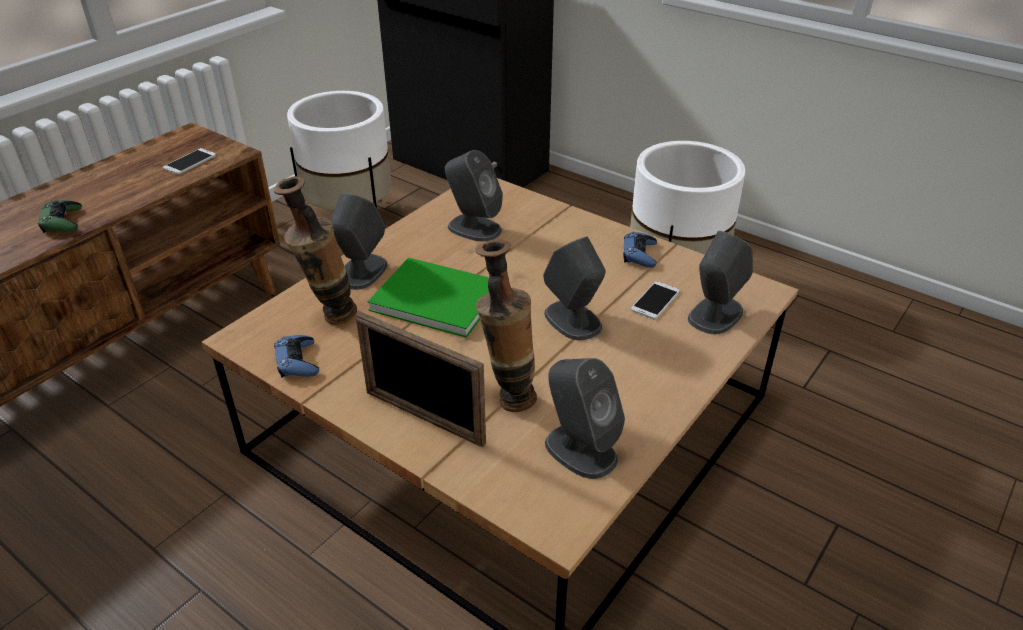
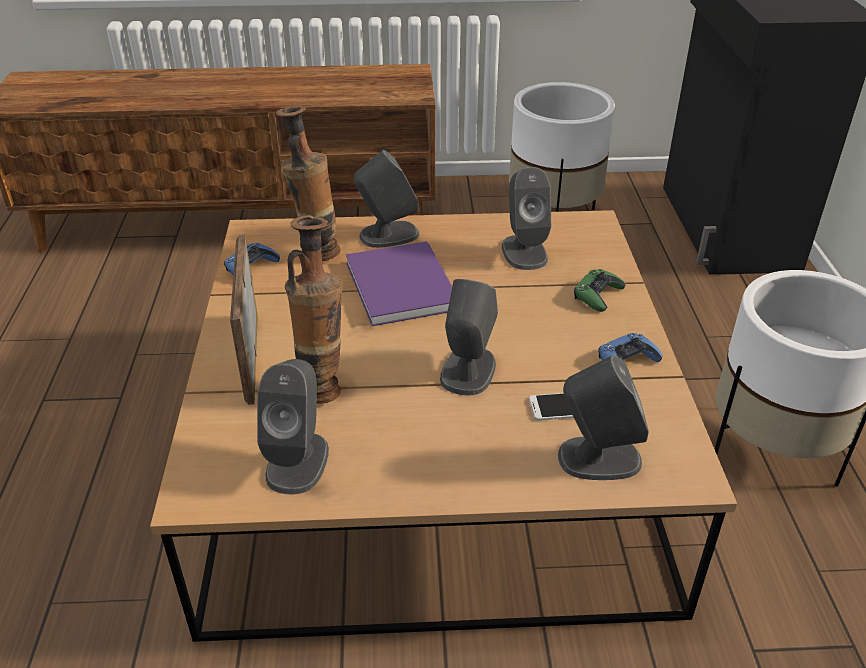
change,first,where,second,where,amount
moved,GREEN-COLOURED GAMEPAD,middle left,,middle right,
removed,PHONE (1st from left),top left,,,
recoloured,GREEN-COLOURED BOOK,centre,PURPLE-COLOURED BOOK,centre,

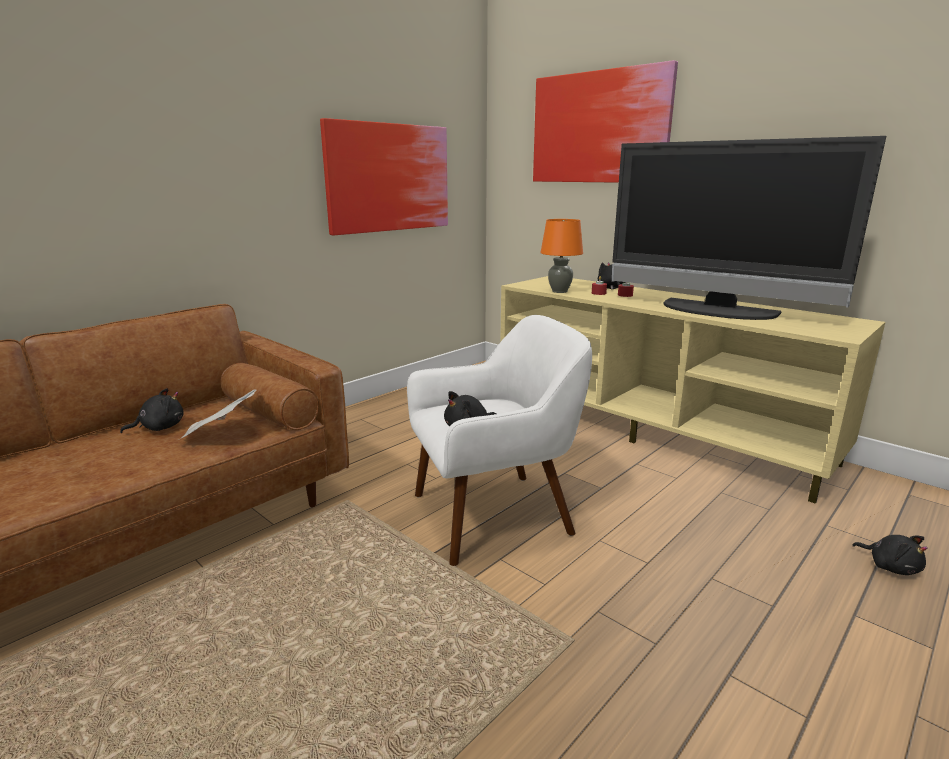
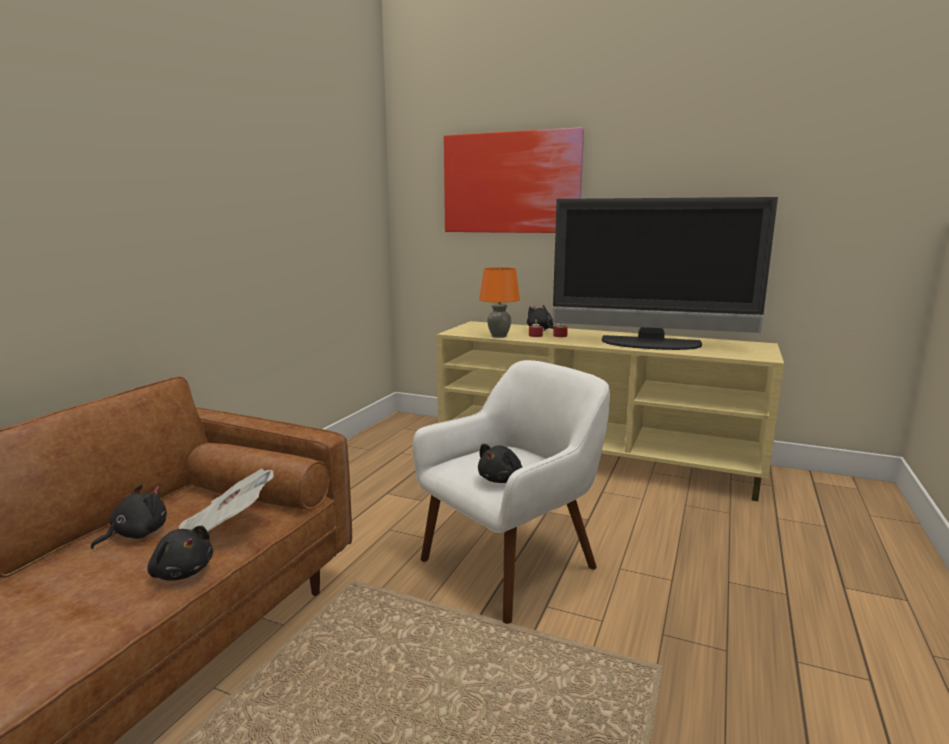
change,first,where,second,where,amount
removed,PICTURE (1st from left),top centre,,,
moved,BLACK SOFT TOY (4th from left in the first image),bottom right,BLACK SOFT TOY (2nd from left),bottom left,

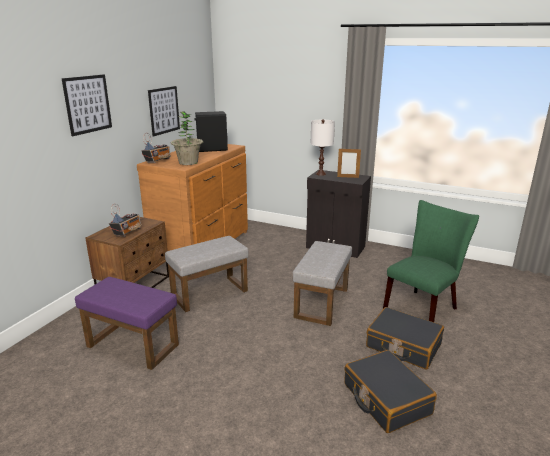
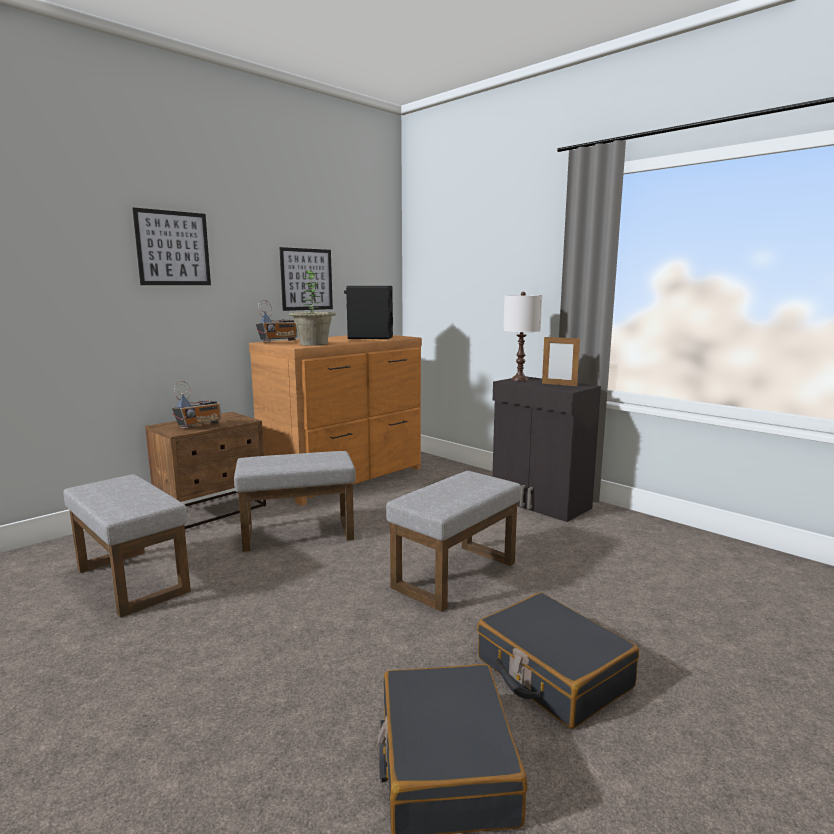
change,first,where,second,where,amount
recoloured,PURPLE-COLOURED FOOTREST,bottom left,GREYISH FOOTREST (1st from left),middle left,
removed,GREEN-COLOURED CHAIR,middle right,,,

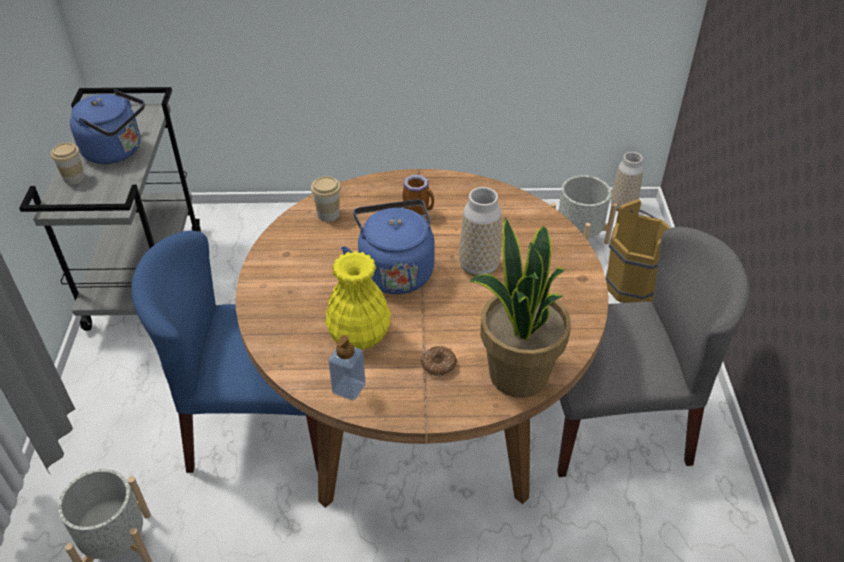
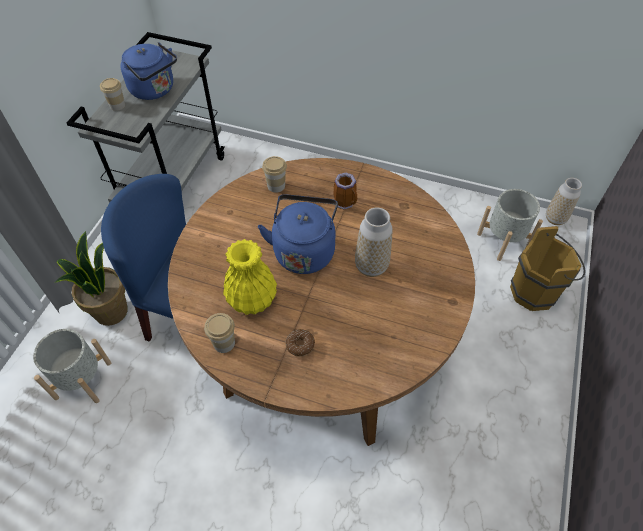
change,first,where,second,where,amount
replaced,SOAP BOTTLE,centre,DRINKING CUP (2nd from left),centre,
moved,PLANT IN A POT,centre,,middle left,
removed,GREYISH CHAIR,middle right,,,

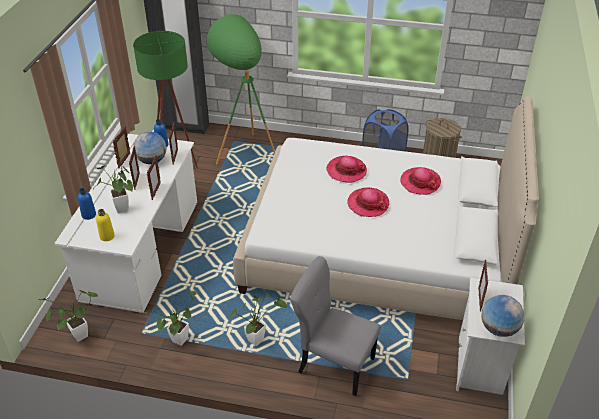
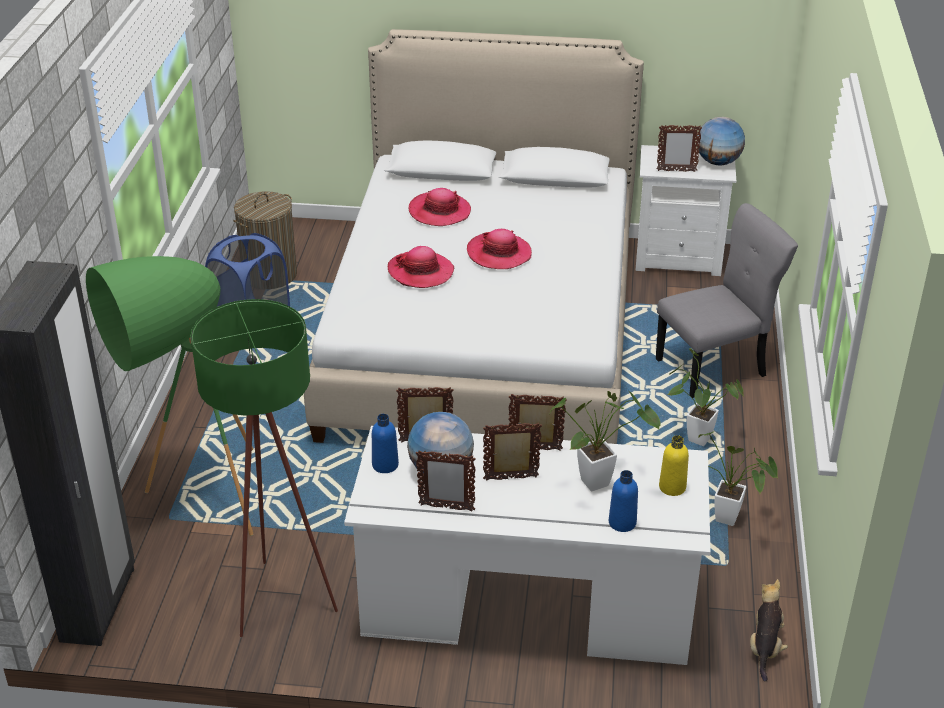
change,first,where,second,where,amount
replaced,PLANT IN A POT (1st from left),bottom left,SOFT TOY,bottom right,
turned,GREYISH CHAIR,bottom centre,,middle right,135 degrees counterclockwise

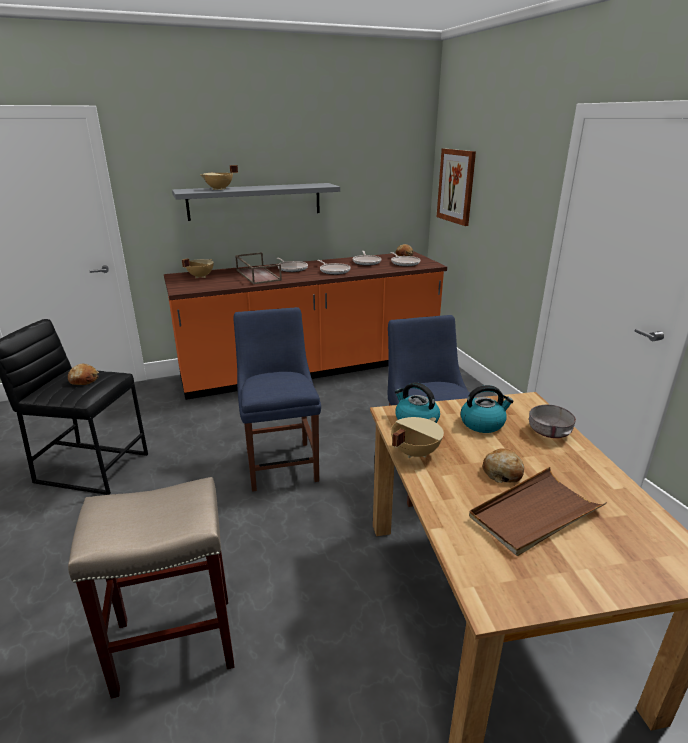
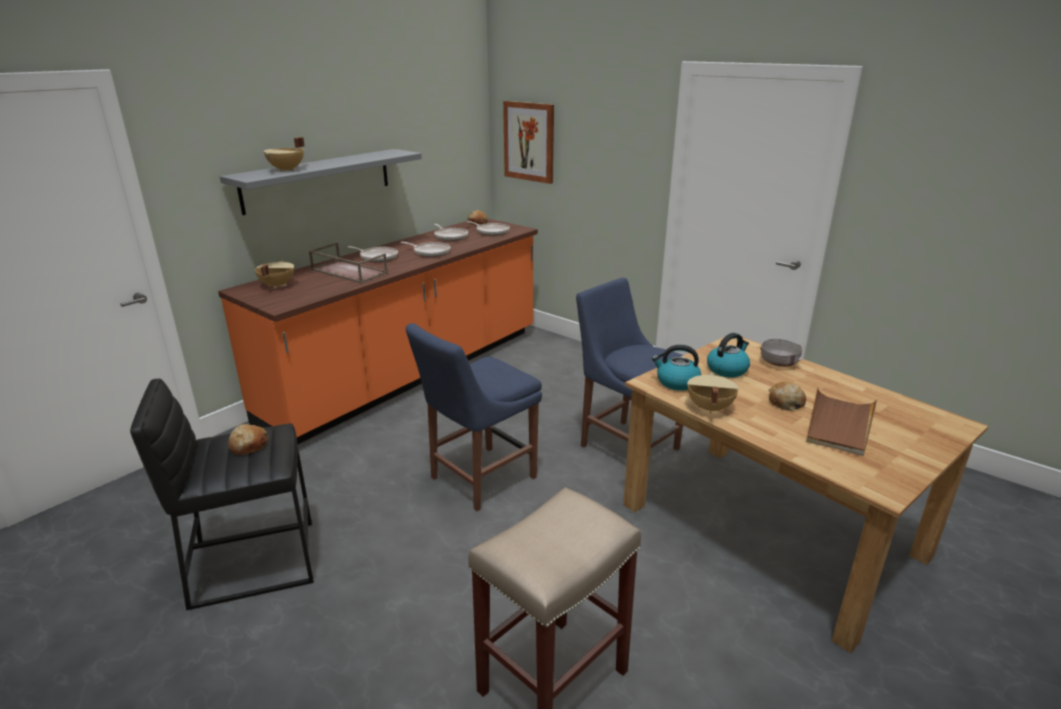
change,first,where,second,where,amount
turned,BLUISH CHAIR (1st from left),centre,,centre,90 degrees counterclockwise

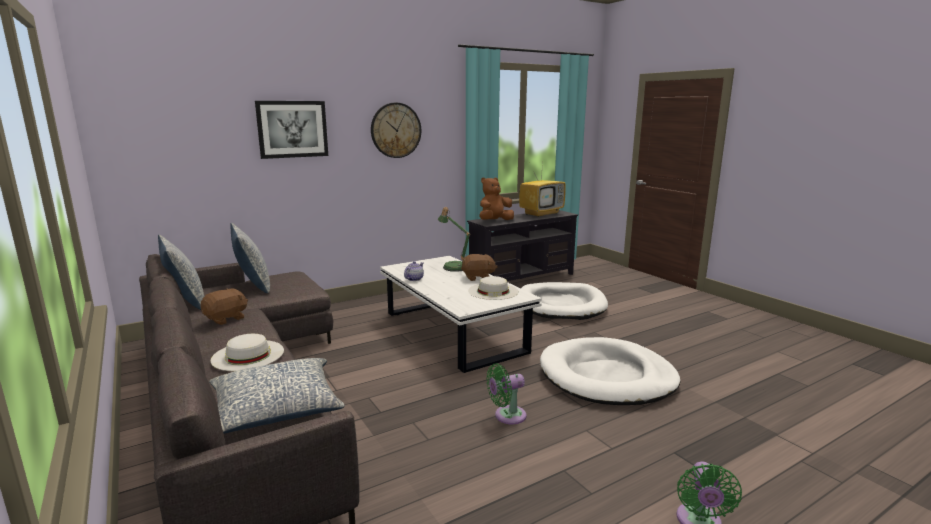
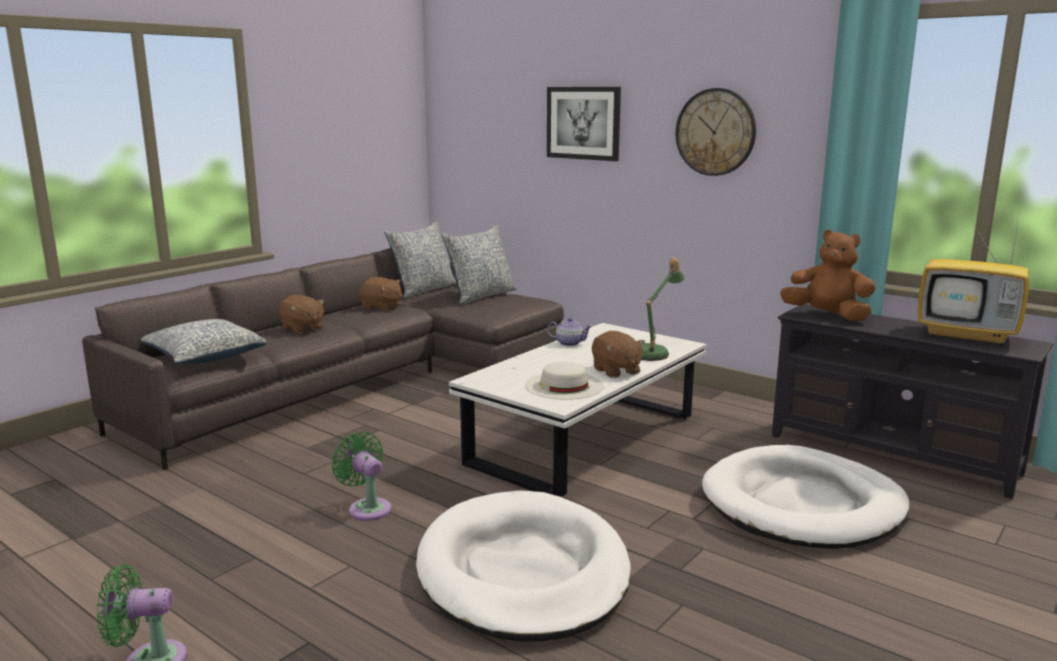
change,first,where,second,where,amount
replaced,WHITE WEARABLE HAT (1st from left),bottom left,BROWNISH SOFT TOY (1st from left),middle left,

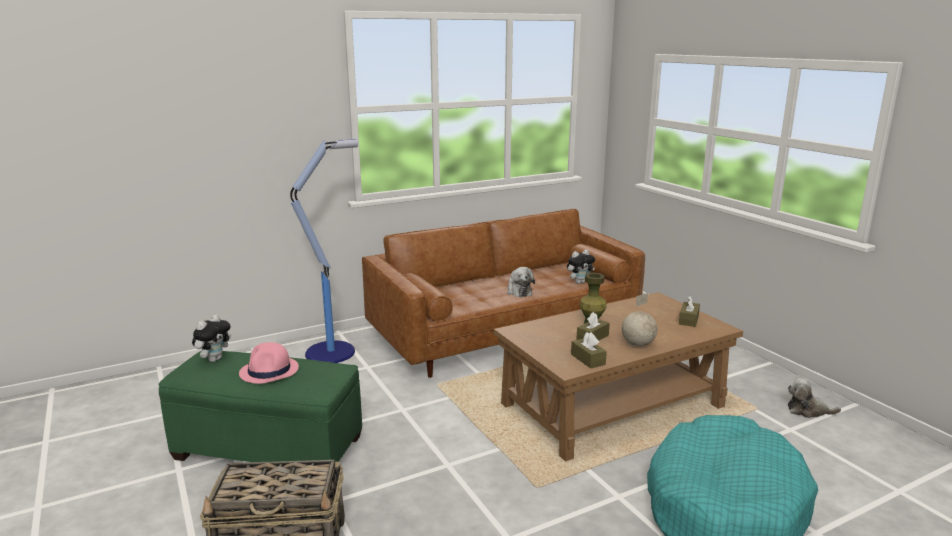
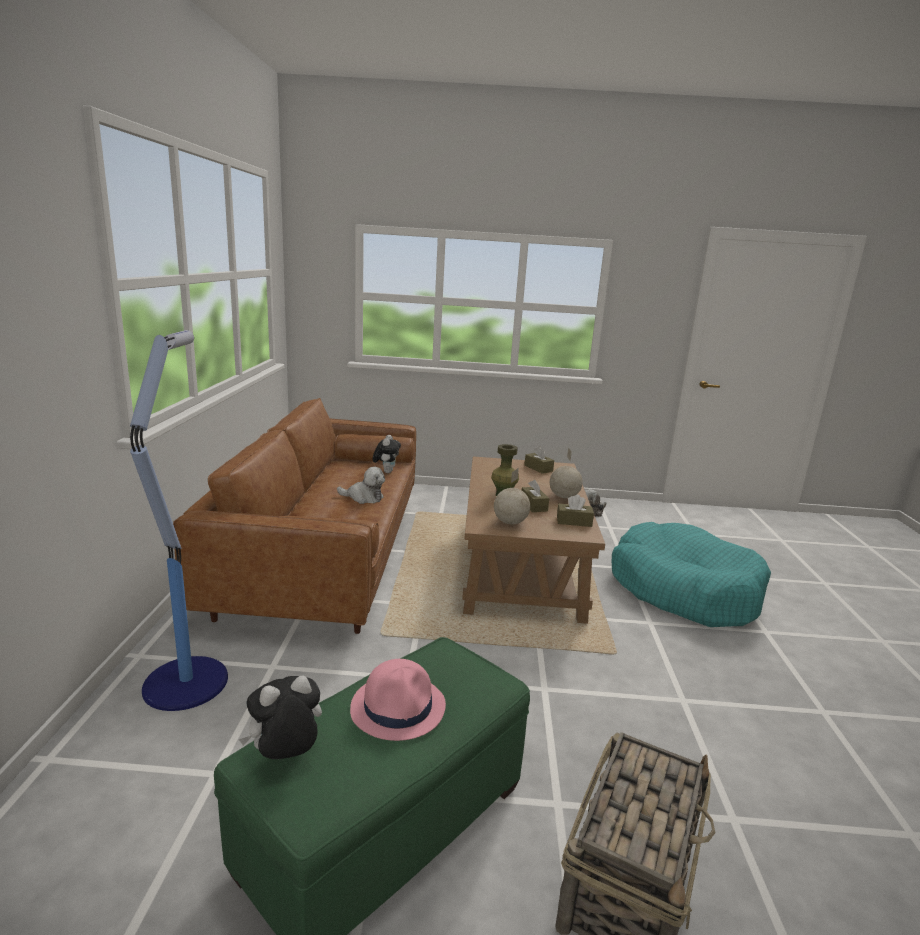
change,first,where,second,where,amount
turned,SOFT TOY (1st from left),middle left,,bottom left,90 degrees counterclockwise
added,,,DESK GLOBE (1st from left),centre,

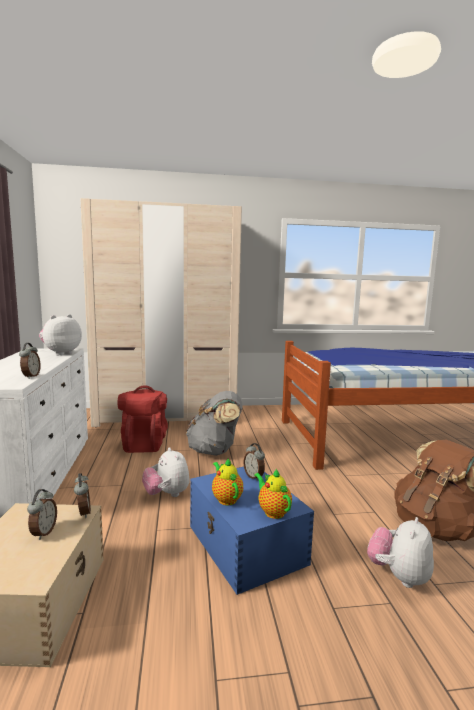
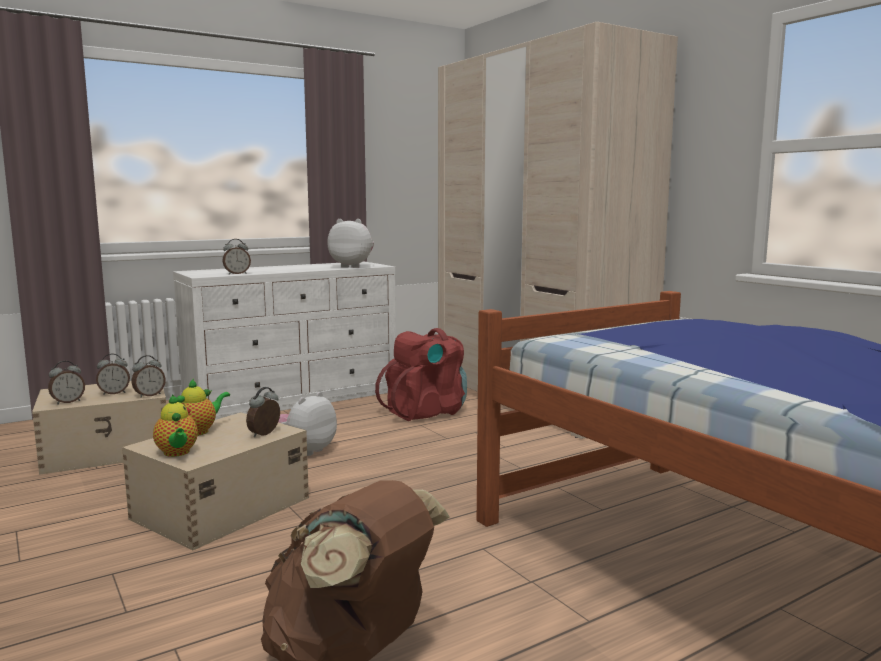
change,first,where,second,where,amount
removed,GREYISH RUCKSACK,centre,,,
recoloured,BLUISH STORAGE BOX,bottom centre,SAND-COLOURED STORAGE BOX (2nd from left),bottom left,
turned,TEAPOT (2nd from left in the first image),bottom centre,TEAPOT (1st from left),middle left,120 degrees clockwise
removed,SOFT TOY (3rd from left),bottom right,,,
added,,,TABLE CLOCK (1st from left),middle left,

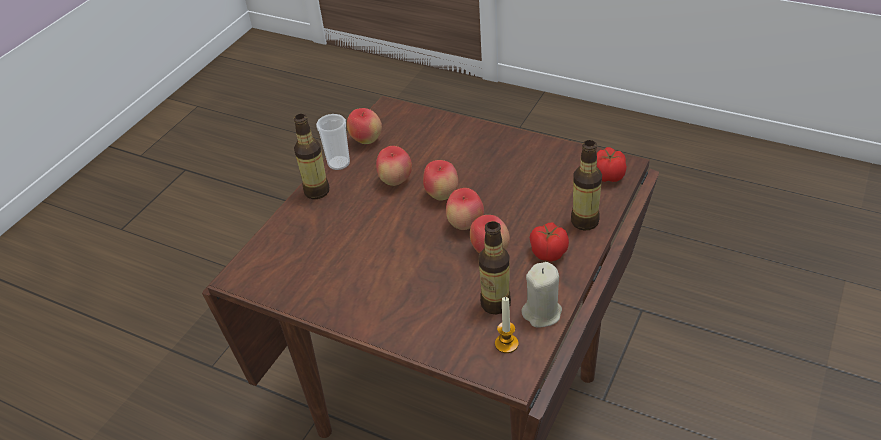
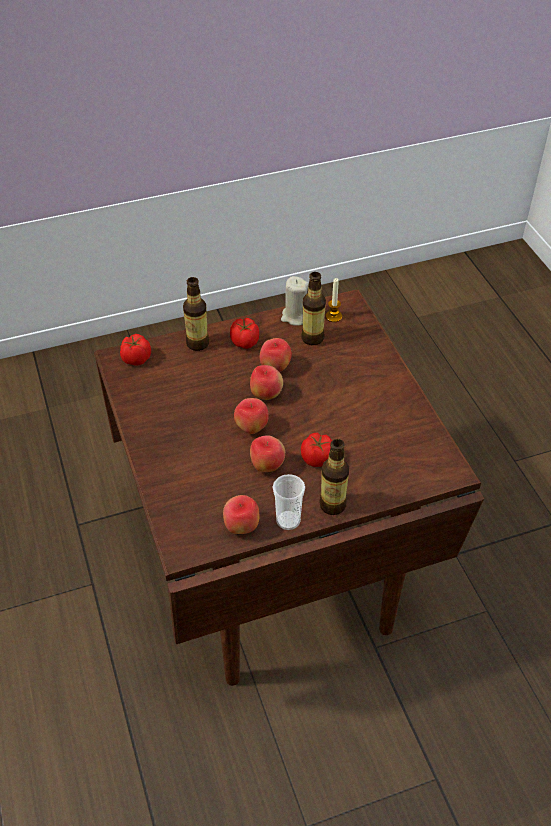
change,first,where,second,where,amount
added,,,FRESH TOMATO (3rd from left),centre,

